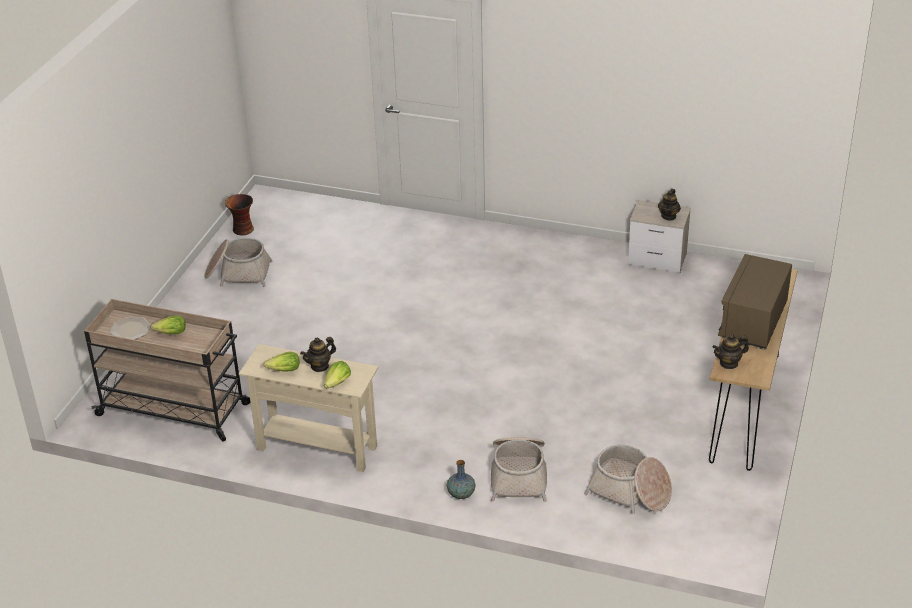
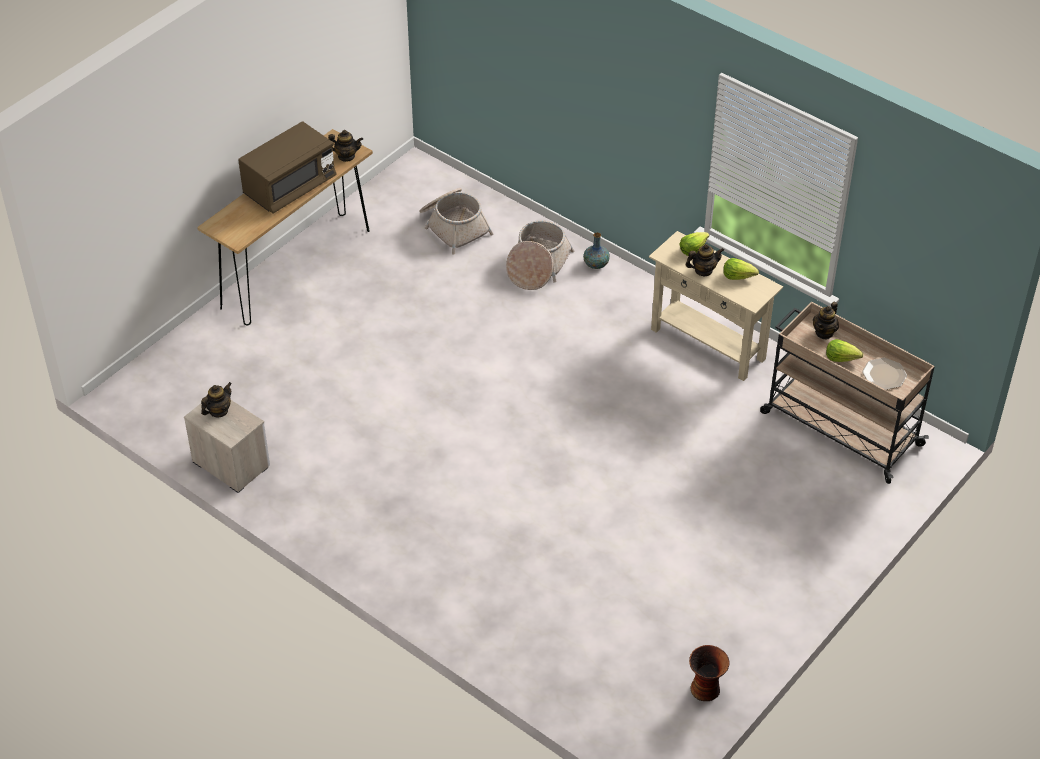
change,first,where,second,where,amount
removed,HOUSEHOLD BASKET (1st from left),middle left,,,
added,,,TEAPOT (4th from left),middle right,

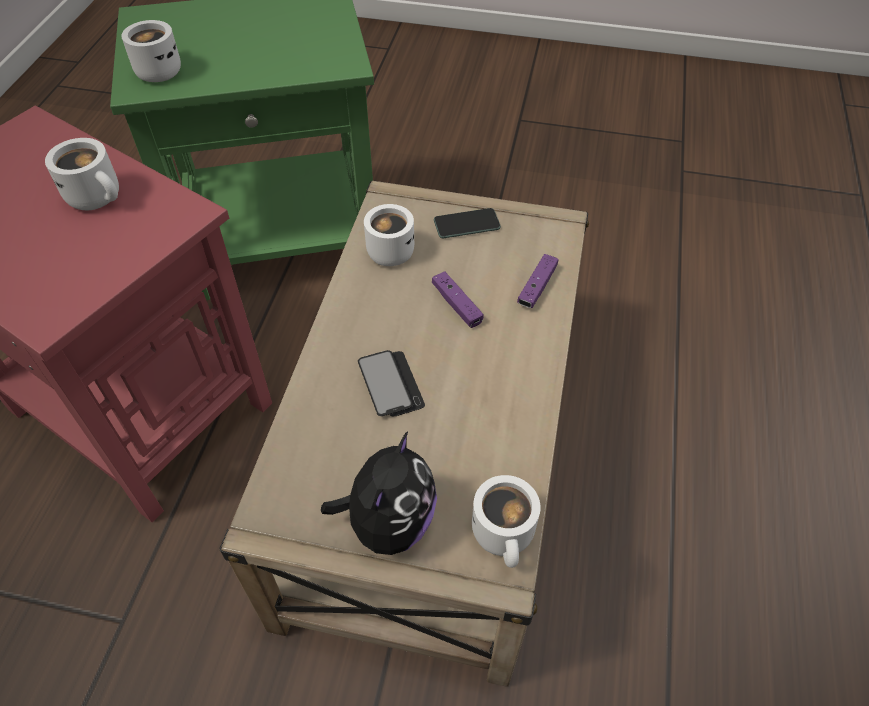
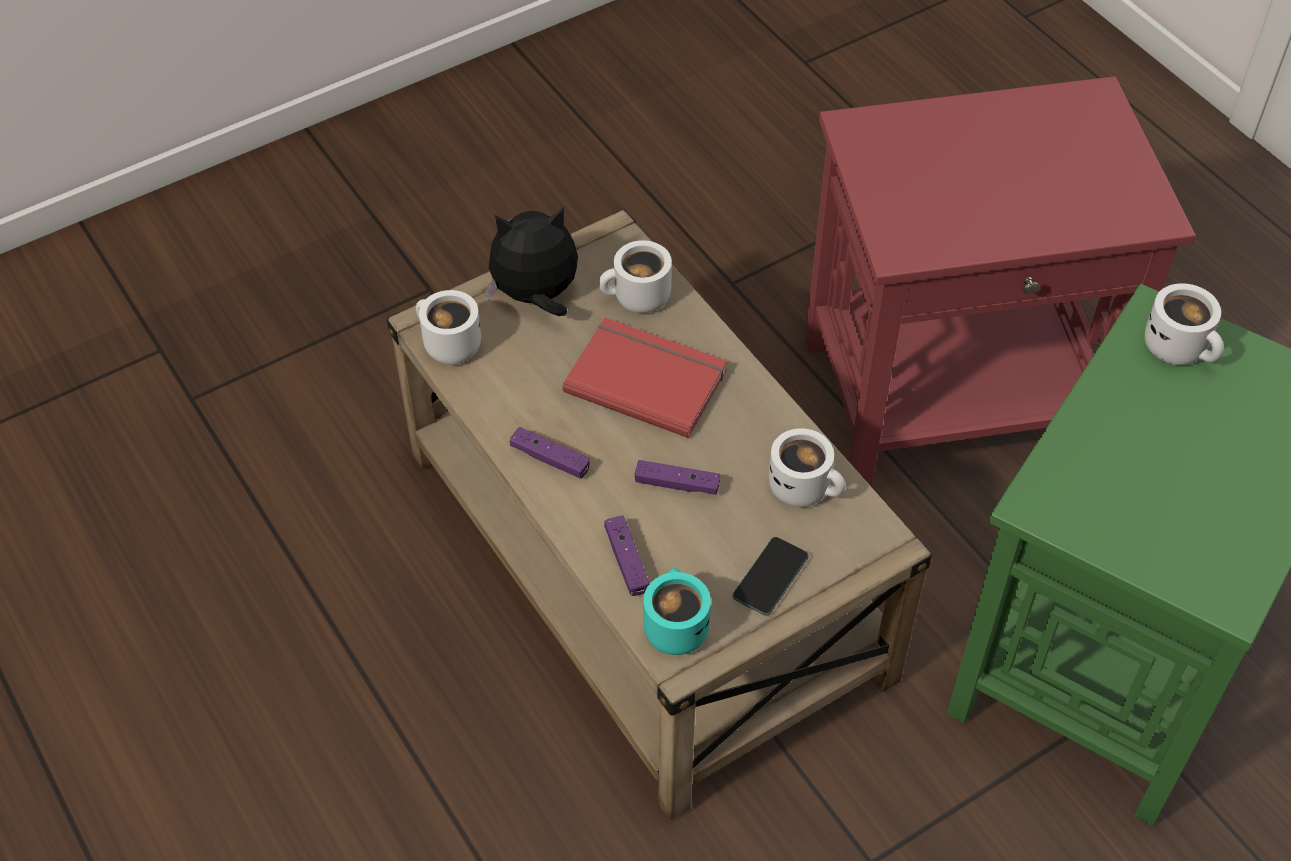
change,first,where,second,where,amount
moved,WHITE TEA MUG (1st from left in the first image),top left,WHITE TEA MUG (2nd from left),top centre,
turned,SOFT TOY,bottom centre,,top centre,105 degrees clockwise
replaced,PHONE (1st from left),centre,RED-COLOURED BOOK,centre,
added,,,PURPLE-COLOURED GAMEPAD (1st from left),centre,
added,,,BLUE-GREEN TEA MUG,bottom centre,

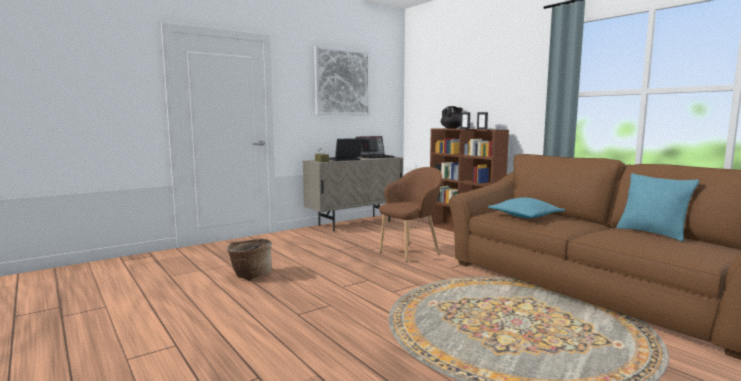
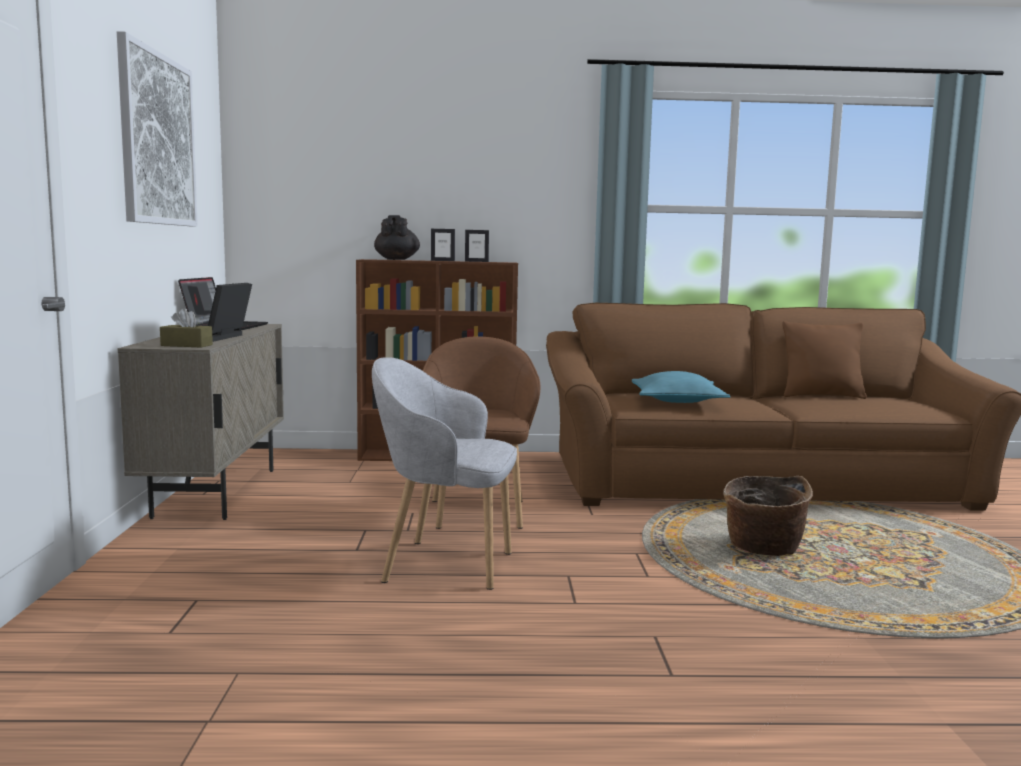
change,first,where,second,where,amount
moved,HOUSEHOLD BASKET,bottom centre,,bottom right,
recoloured,BLUE-GREEN THROW PILLOW (2nd from left),middle right,BROWNISH THROW PILLOW,middle right,
added,,,GREYISH EASY CHAIR,centre,

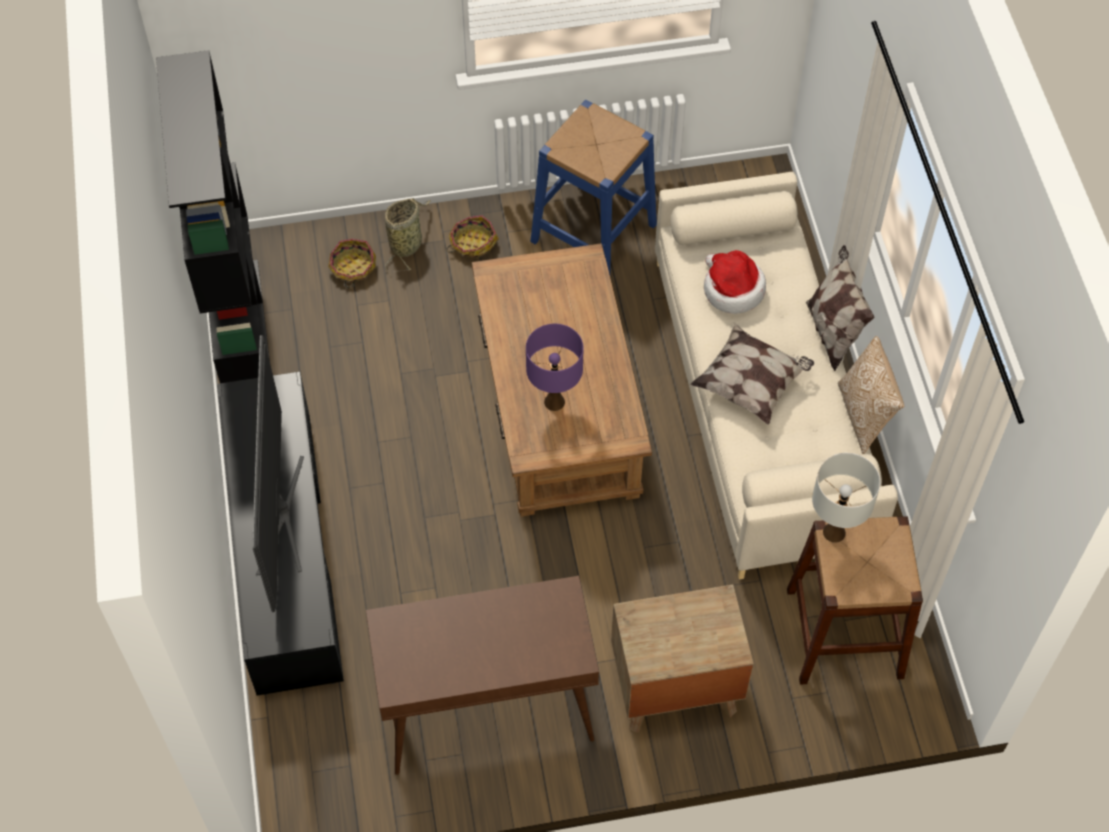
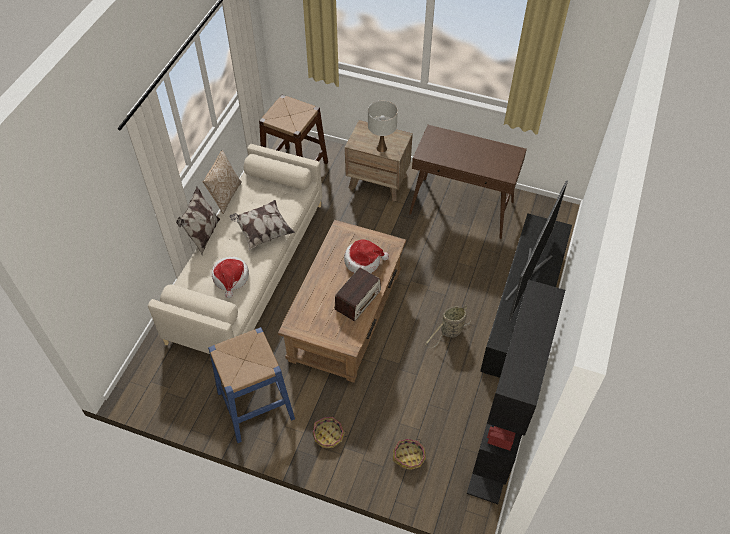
change,first,where,second,where,amount
moved,HOUSEHOLD BASKET (2nd from left in the first image),top centre,HOUSEHOLD BASKET (3rd from left),centre,
replaced,PURPLE-COLOURED TABLETOP LAMP,centre,WEARABLE HAT (2nd from left),centre,
moved,WHITE TABLETOP LAMP,middle right,,top centre,
added,,,RADIO RECEIVER,centre,

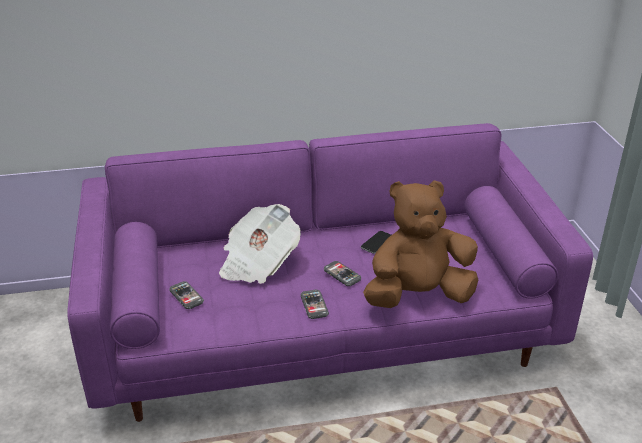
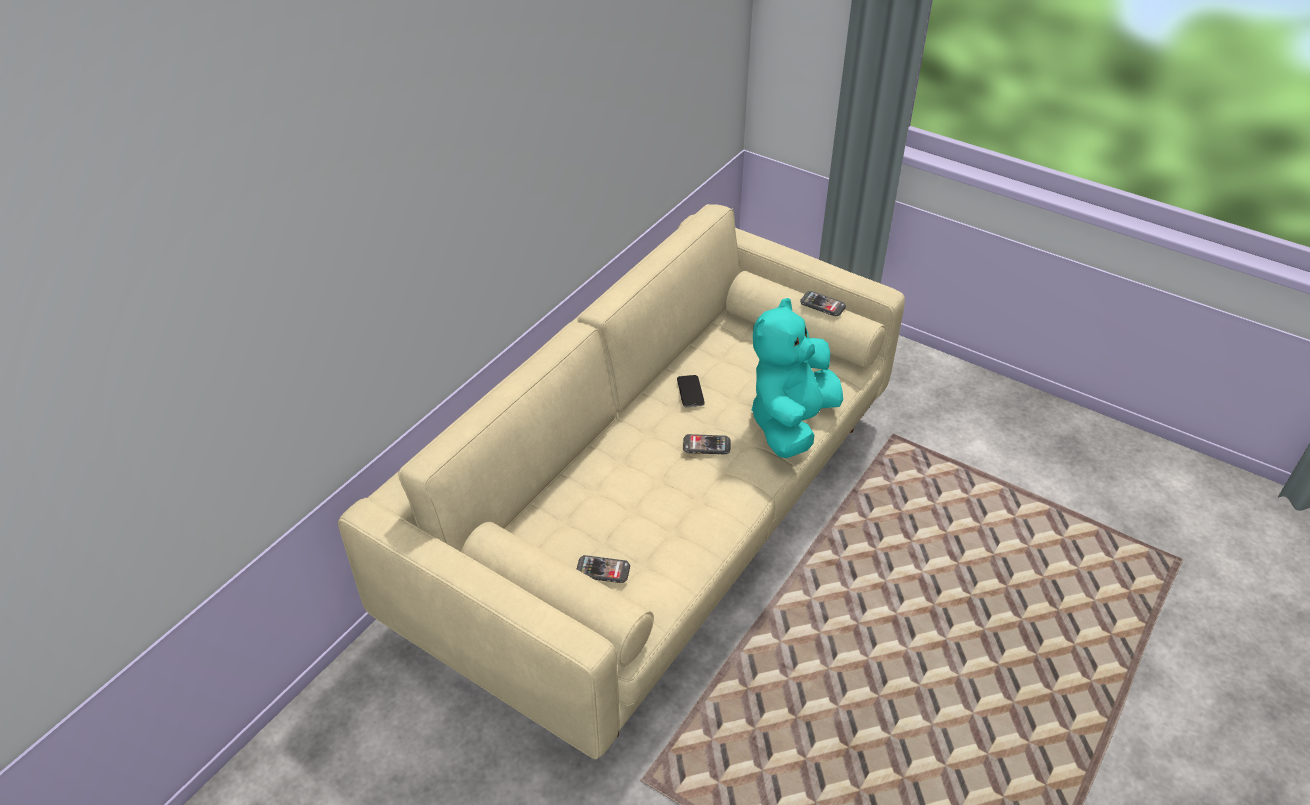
change,first,where,second,where,amount
recoloured,PURPLE-COLOURED COUCH,centre,SAND-COLOURED COUCH,centre,
removed,NEWSPAPER,centre,,,
moved,PHONE (2nd from left in the first image),bottom centre,PHONE (4th from left),centre,
recoloured,BROWNISH SOFT TOY,centre,BLUE-GREEN SOFT TOY,centre,

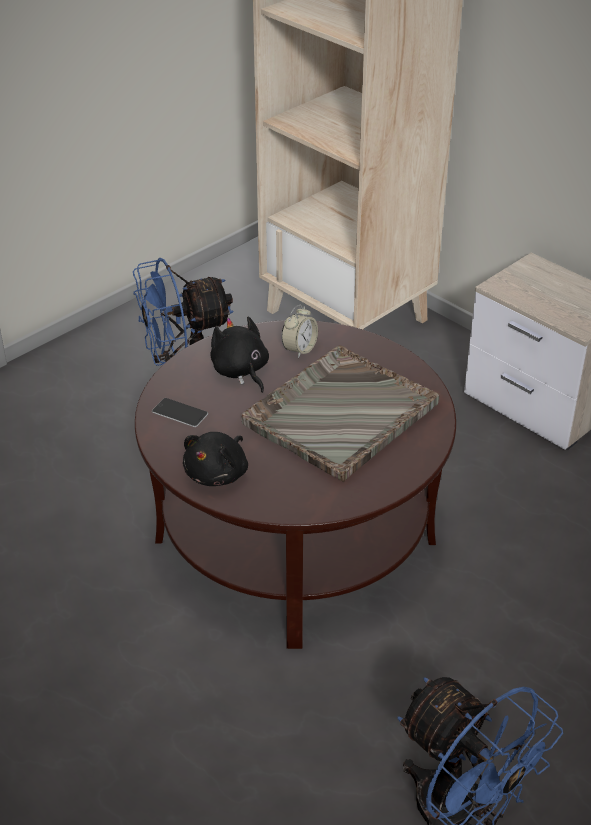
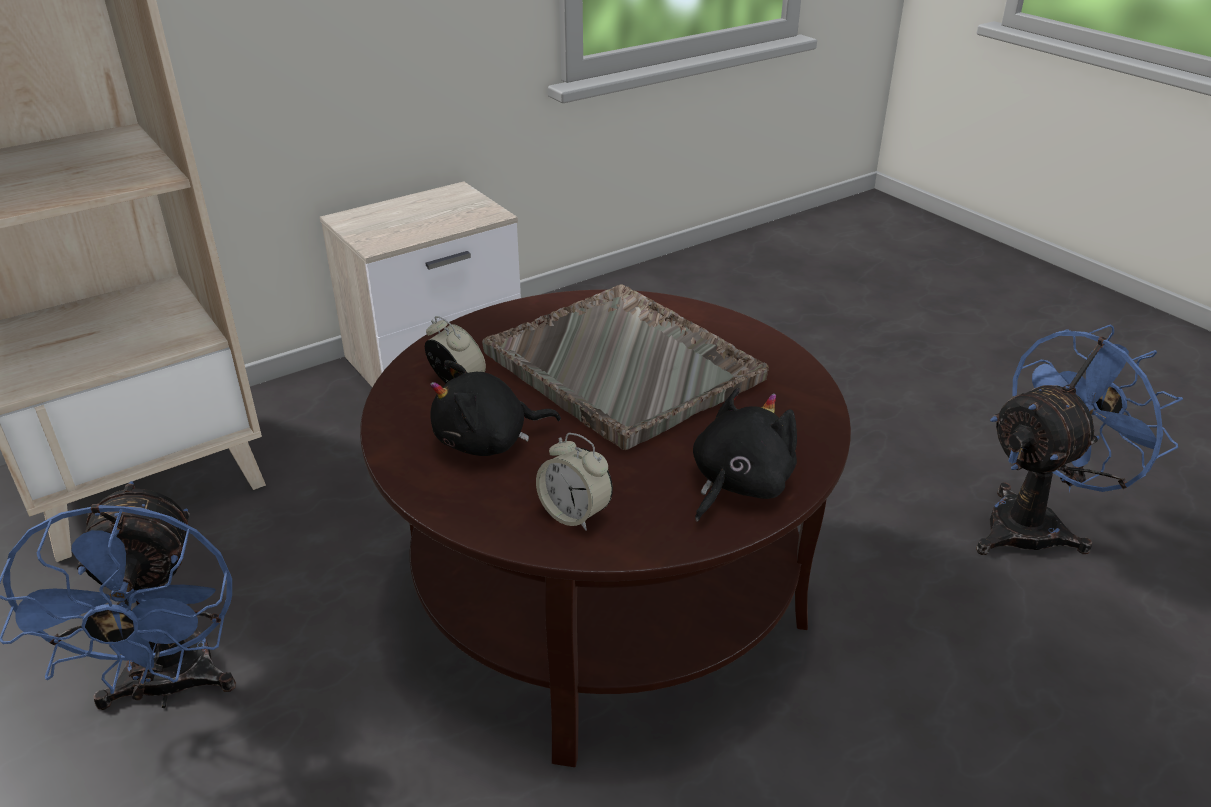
change,first,where,second,where,amount
replaced,PHONE,middle left,TABLE CLOCK (2nd from left),centre,
turned,BLACK SOFT TOY (1st from left in the first image),centre,BLACK SOFT TOY (2nd from left),centre,90 degrees counterclockwise

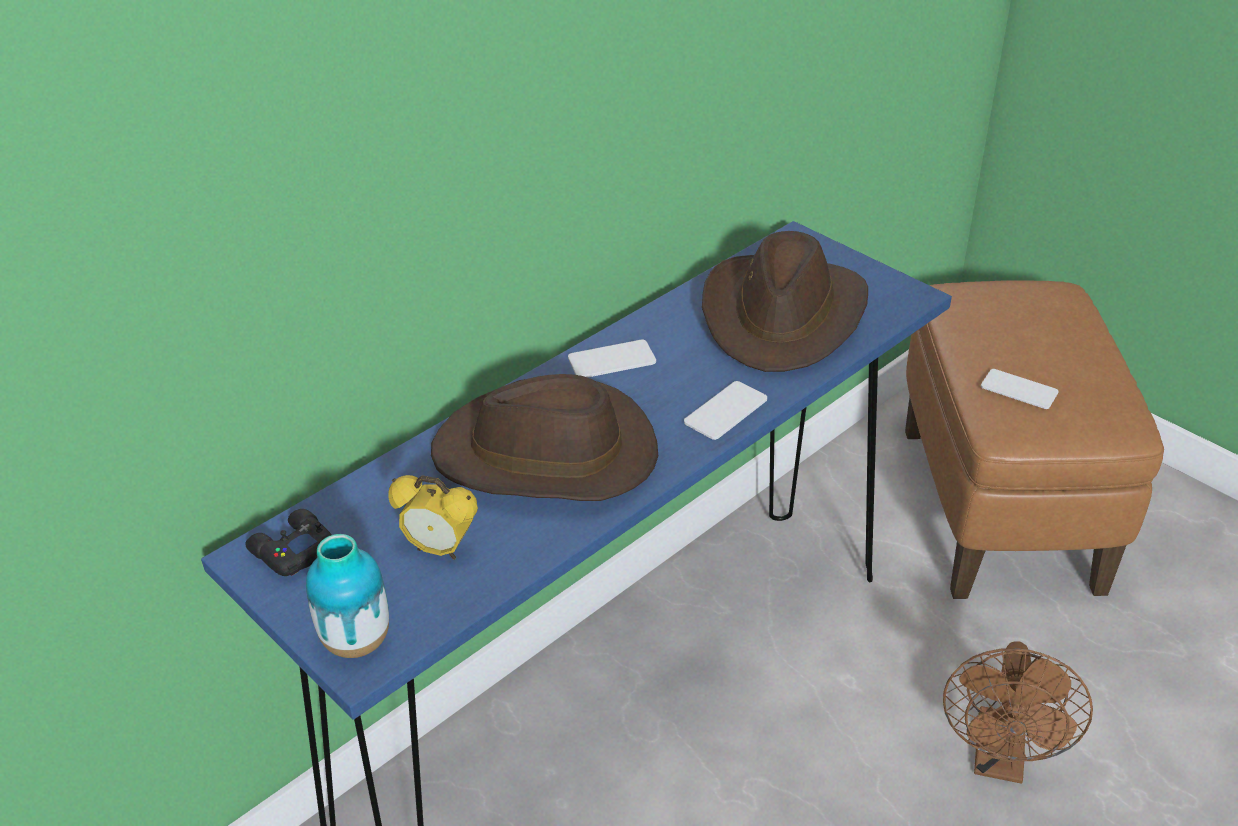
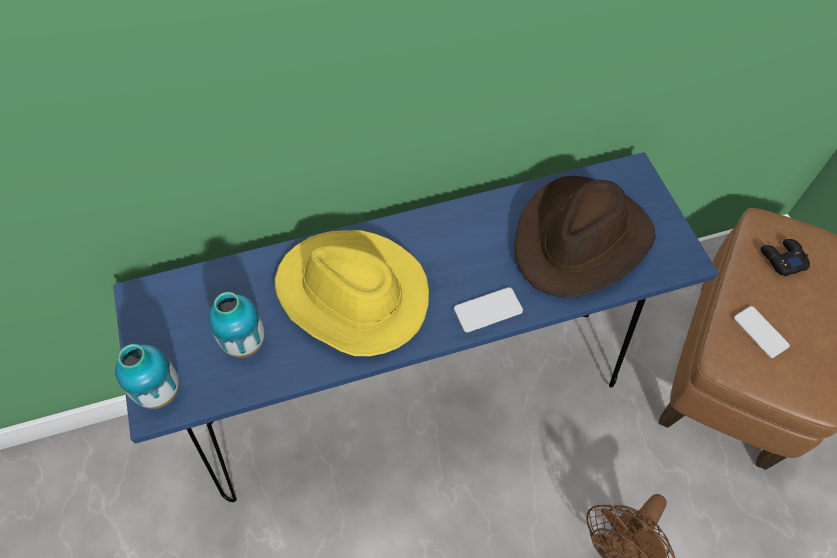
change,first,where,second,where,amount
moved,BLACK GAMEPAD,middle left,,middle right,
replaced,TABLE CLOCK,centre,FLOWER VASE (2nd from left),middle left,
recoloured,BROWNISH WEARABLE HAT (1st from left),centre,YELLOW WEARABLE HAT,centre,
removed,PHONE (1st from left),centre,,,

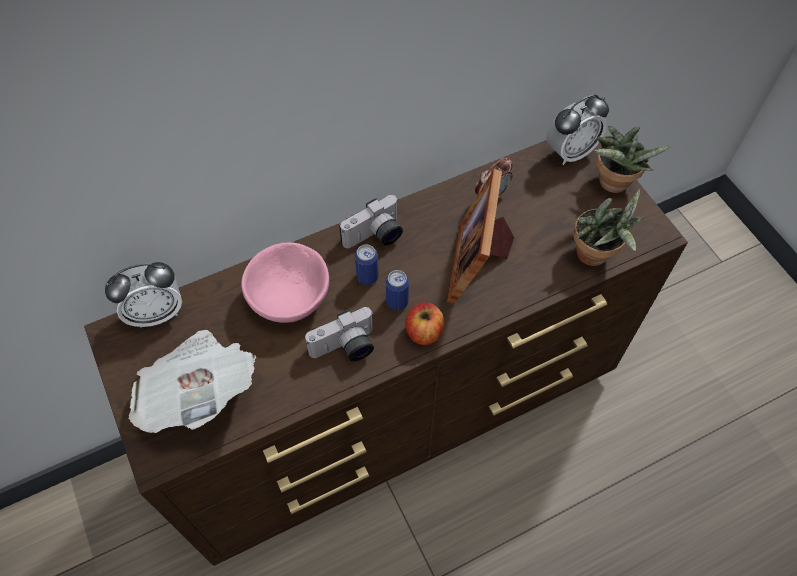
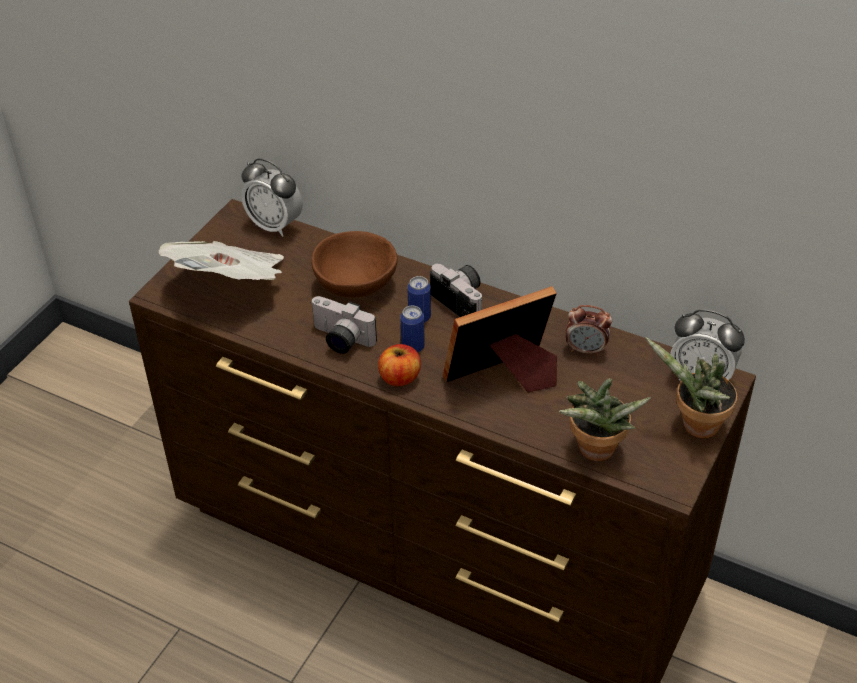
change,first,where,second,where,amount
recoloured,PINKISH DEEP DISH,centre,BROWNISH DEEP DISH,centre,
turned,PHOTO CAMERA (2nd from left),centre,,centre,150 degrees counterclockwise

